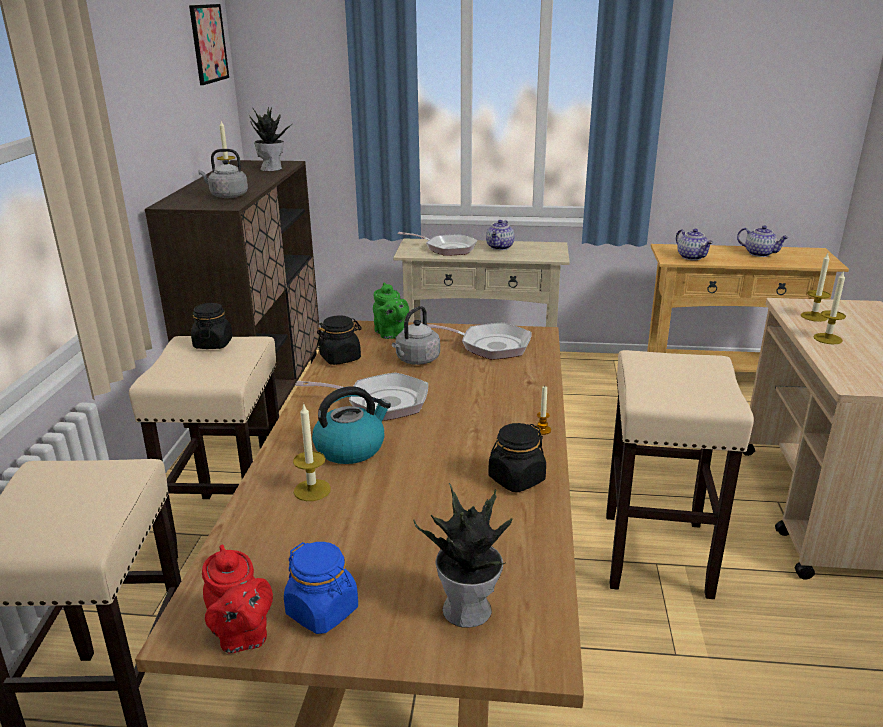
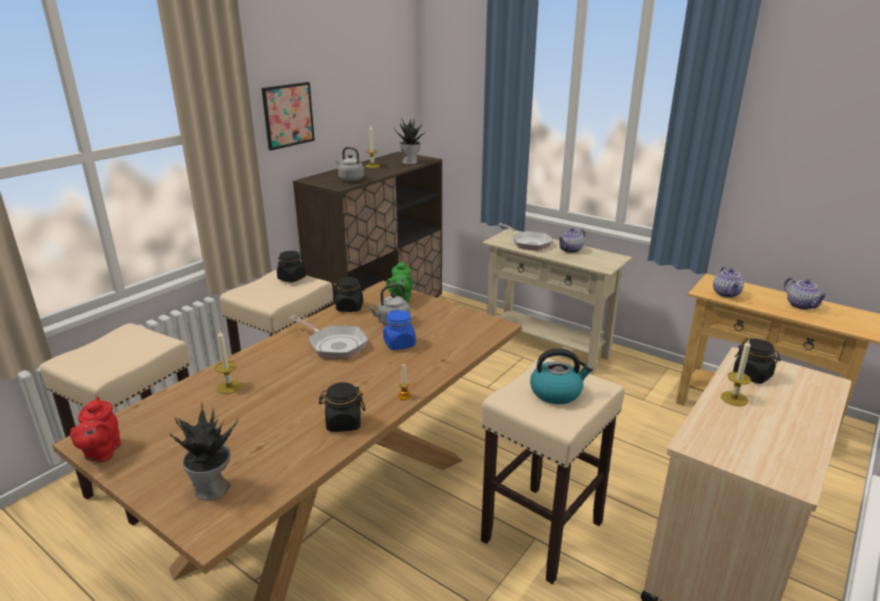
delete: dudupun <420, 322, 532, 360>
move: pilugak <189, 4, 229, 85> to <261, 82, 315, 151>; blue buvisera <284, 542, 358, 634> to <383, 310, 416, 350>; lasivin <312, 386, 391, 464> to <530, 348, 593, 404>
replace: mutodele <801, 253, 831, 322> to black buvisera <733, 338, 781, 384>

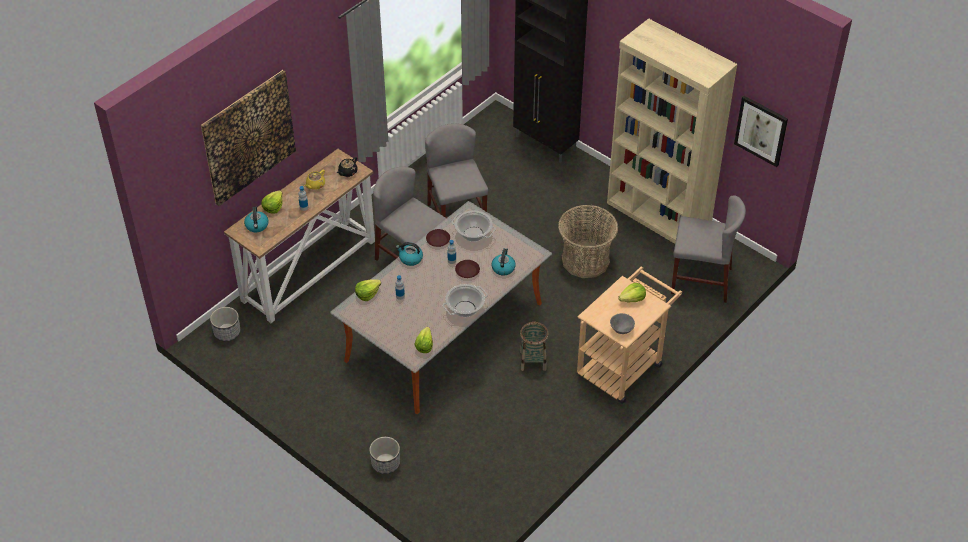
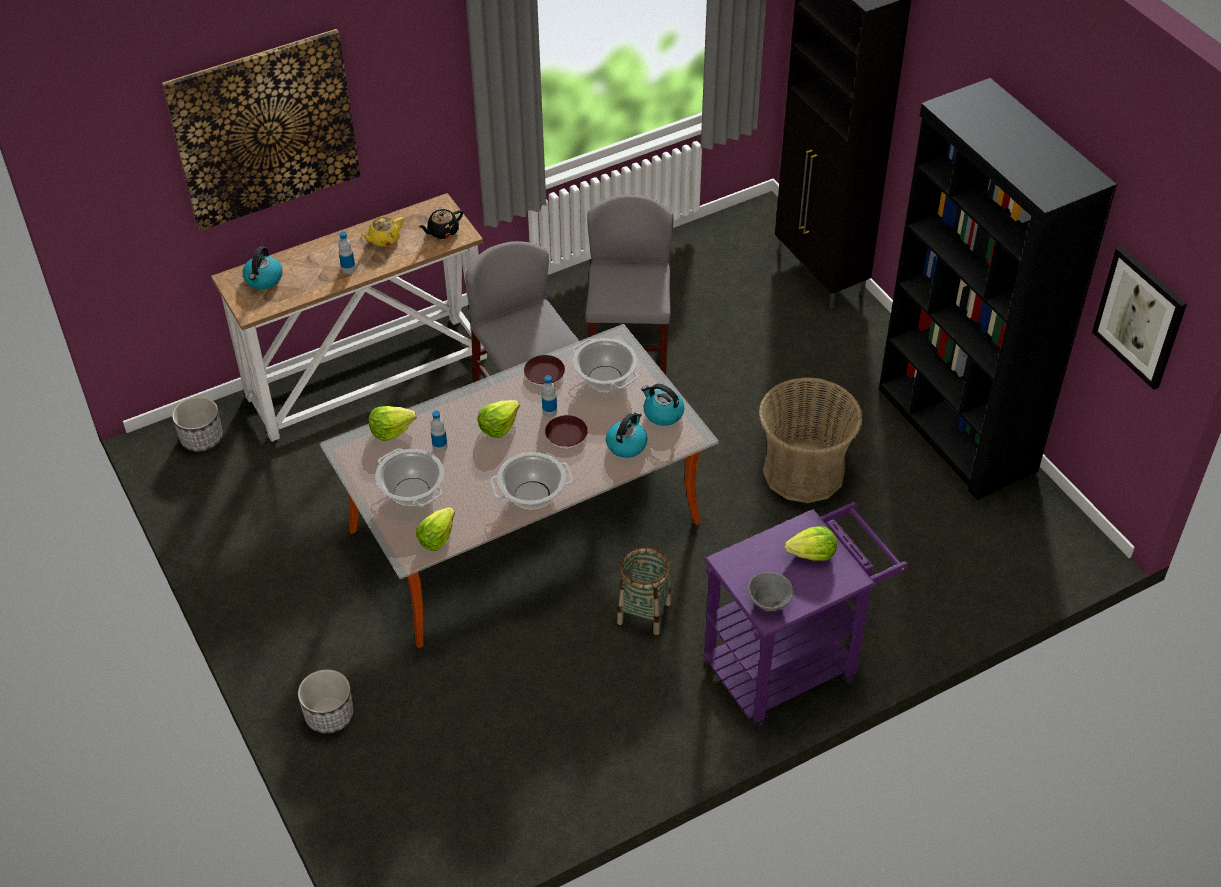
delete: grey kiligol <671, 195, 746, 303>
insert: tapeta <375, 448, 444, 507>
move: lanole <261, 190, 282, 214> to <477, 400, 520, 438>; lasivin <396, 242, 423, 266> to <641, 384, 684, 426>
recolor: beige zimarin <577, 267, 682, 404> to purple zimarin <703, 502, 908, 729>; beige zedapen <607, 18, 737, 244> to black zedapen <879, 78, 1117, 500>

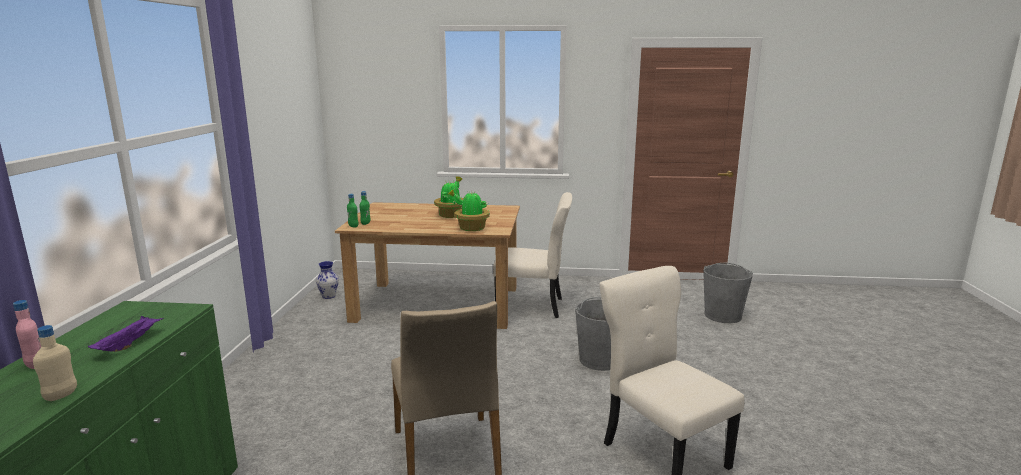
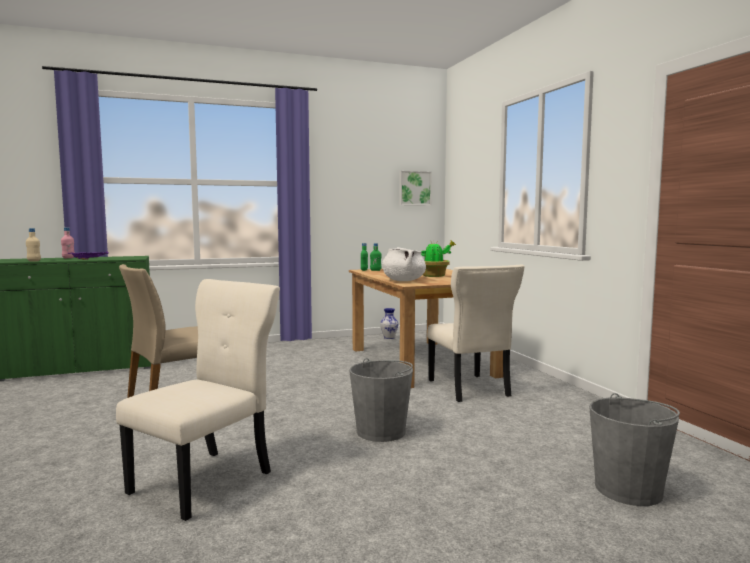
insert: pilugak <399, 171, 432, 205>
replace: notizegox <448, 189, 490, 231> to white tapeta <382, 247, 426, 281>

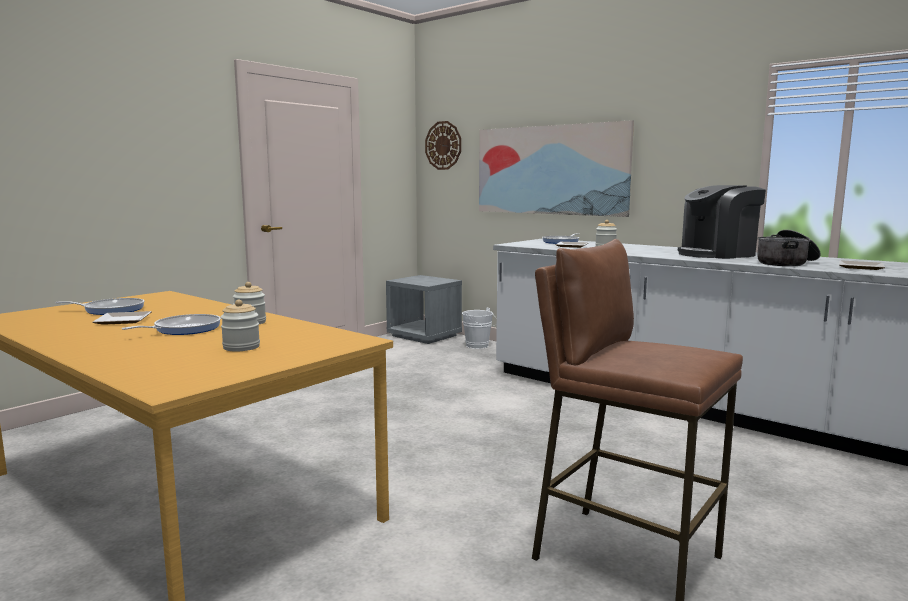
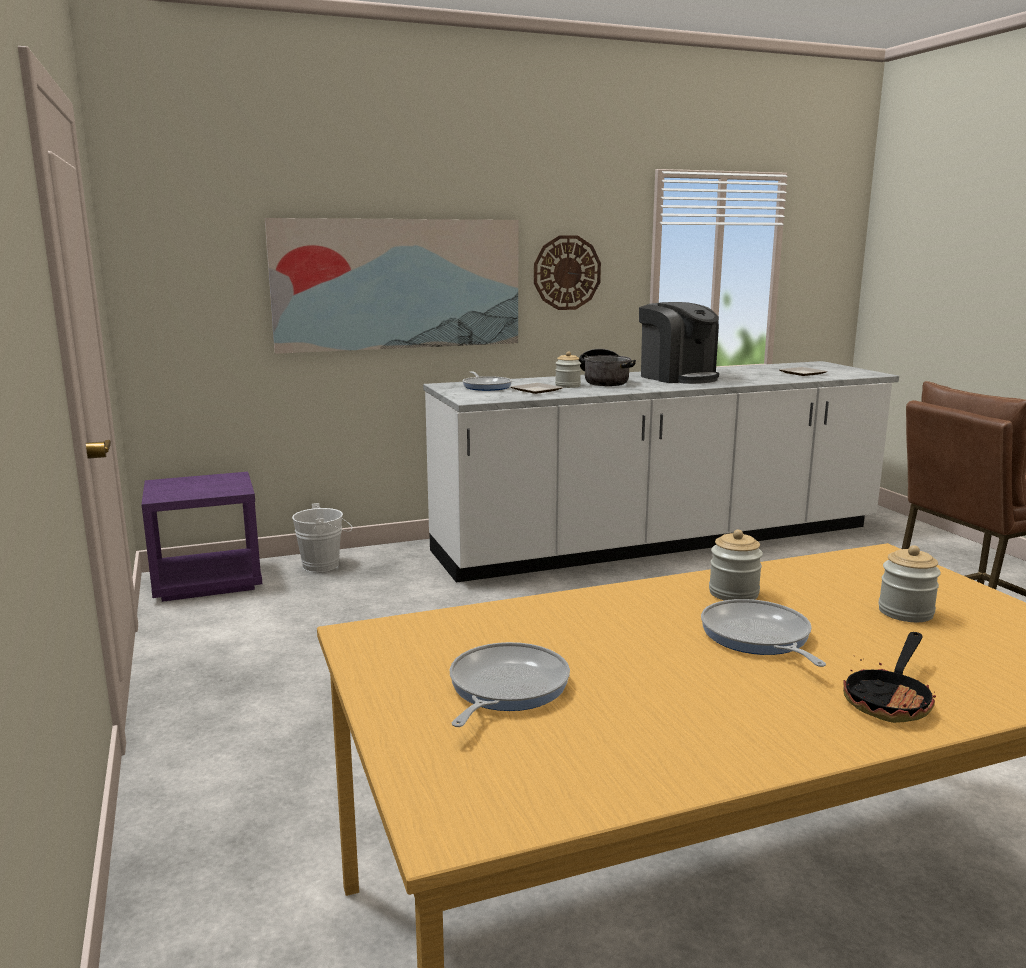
delete: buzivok <92, 311, 151, 325>
insert: dudupun <843, 632, 936, 723>
move: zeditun <425, 121, 461, 170> to <534, 235, 601, 310>; tapeta <757, 230, 820, 266> to <579, 349, 636, 386>
recolor: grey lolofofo <386, 275, 462, 344> to purple lolofofo <141, 472, 262, 602>
rotate: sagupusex <678, 185, 766, 259> = <639, 302, 719, 384> 45 degrees counterclockwise

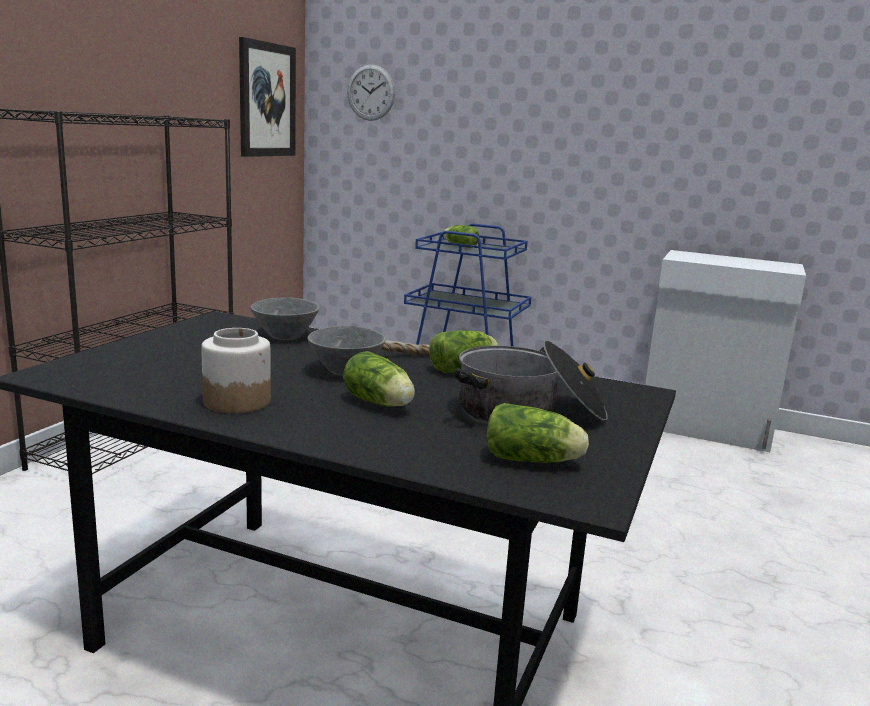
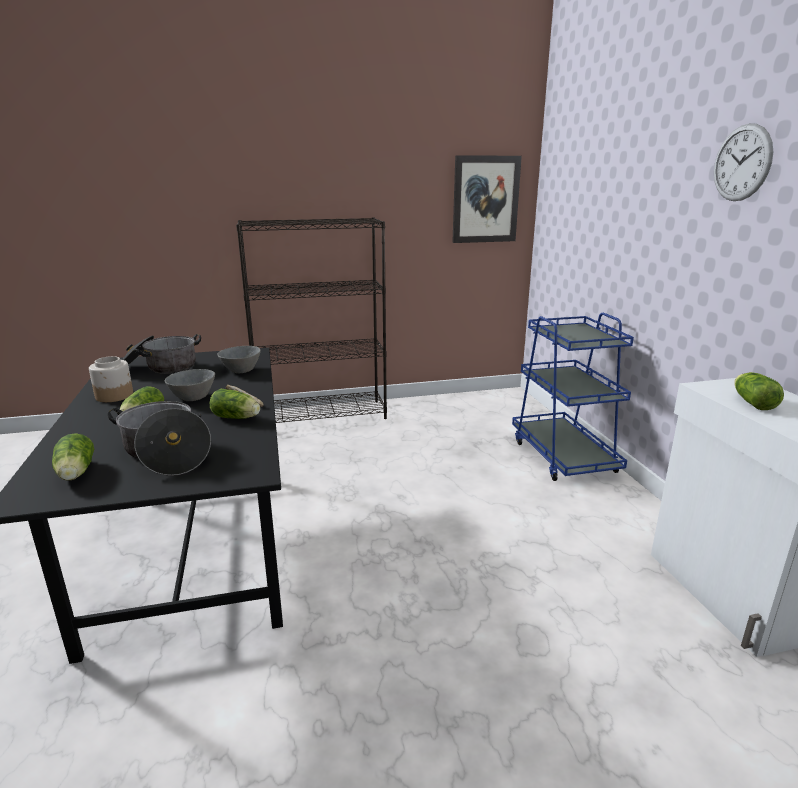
insert: tapeta <122, 334, 201, 374>
move: zeditun <347, 64, 395, 121> to <714, 123, 773, 201>; lanole <443, 225, 479, 248> to <734, 372, 784, 410>

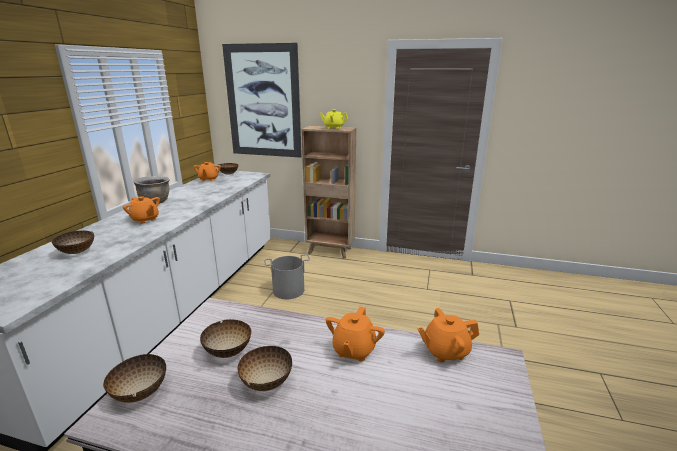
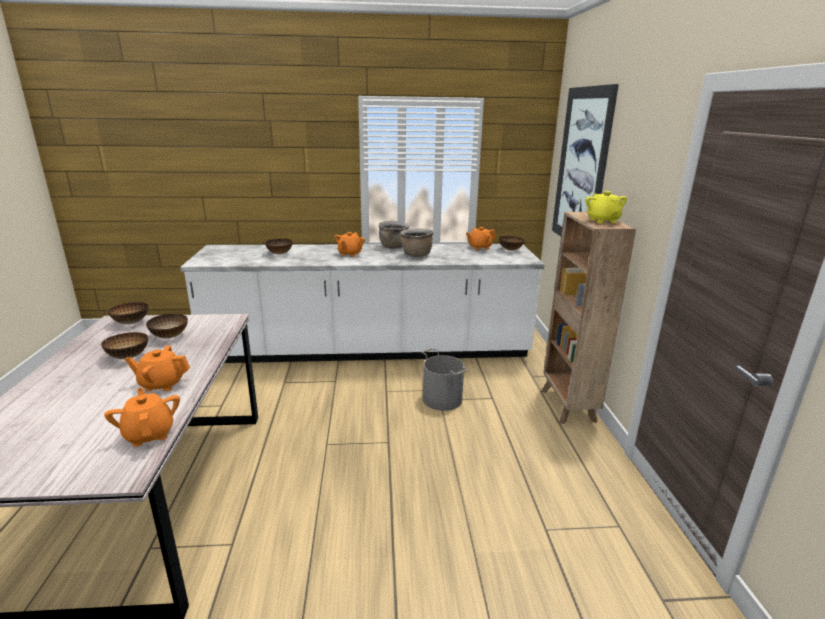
insert: brown tapeta <400, 228, 434, 257>

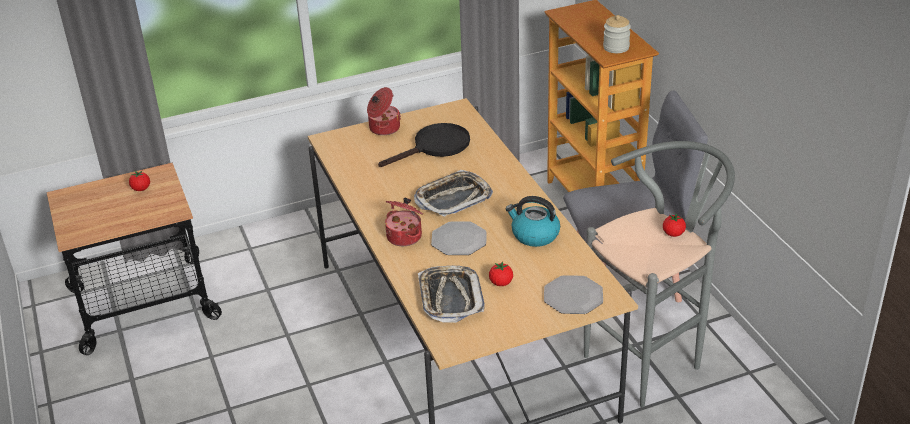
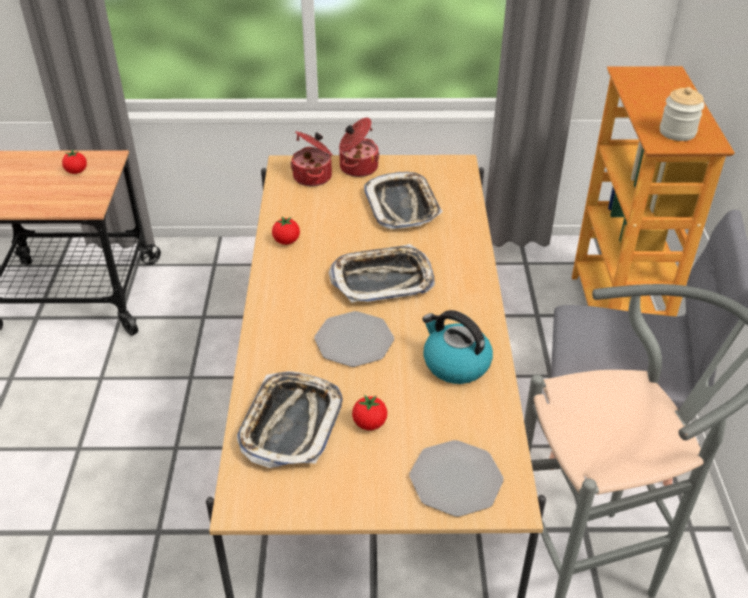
move: tapeta <385, 198, 423, 246> to <290, 131, 333, 186>; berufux <663, 213, 686, 237> to <272, 216, 300, 245>
replace: black dudupun <378, 123, 470, 167> to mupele <364, 172, 443, 229>

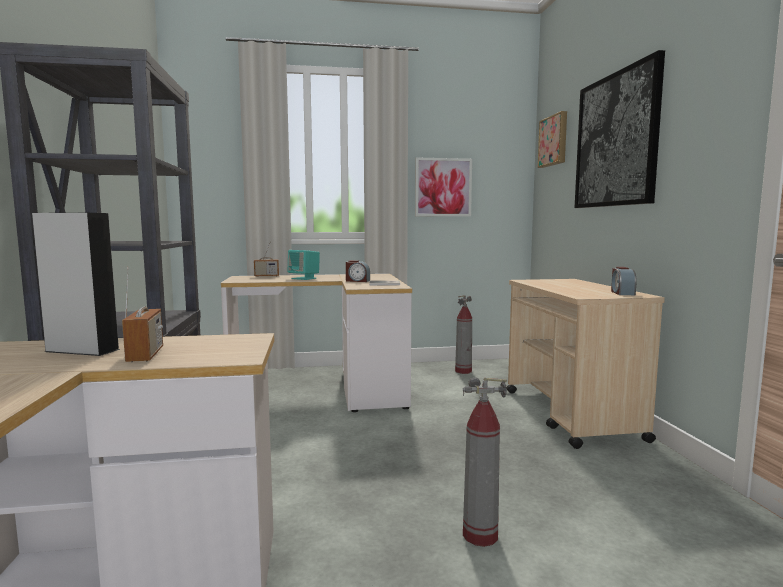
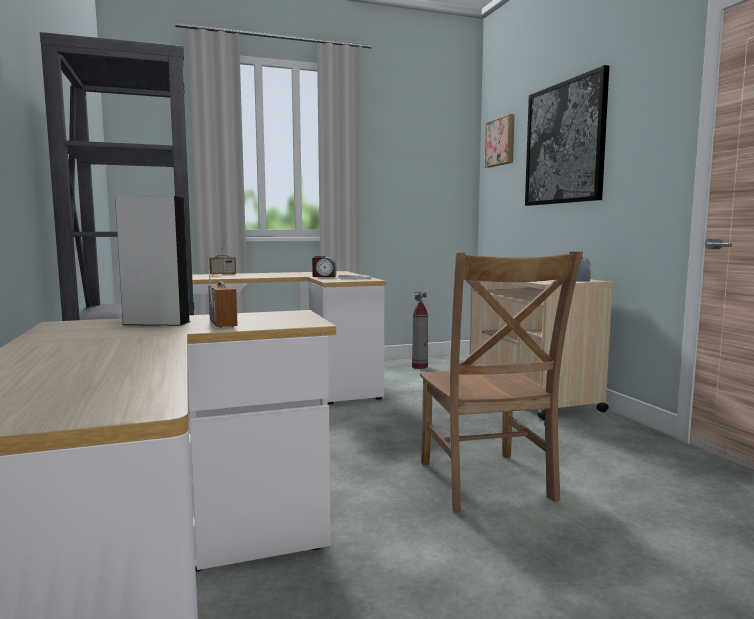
delete: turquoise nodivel <288, 250, 320, 280>; pilugak <415, 158, 472, 217>
replace: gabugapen <463, 377, 507, 547> to brown kiligol <420, 251, 583, 512>

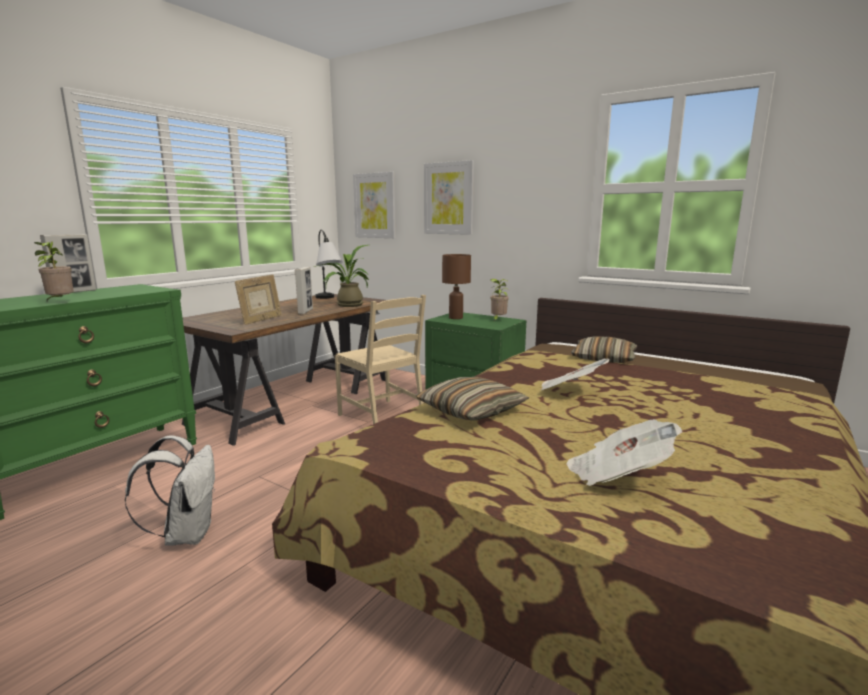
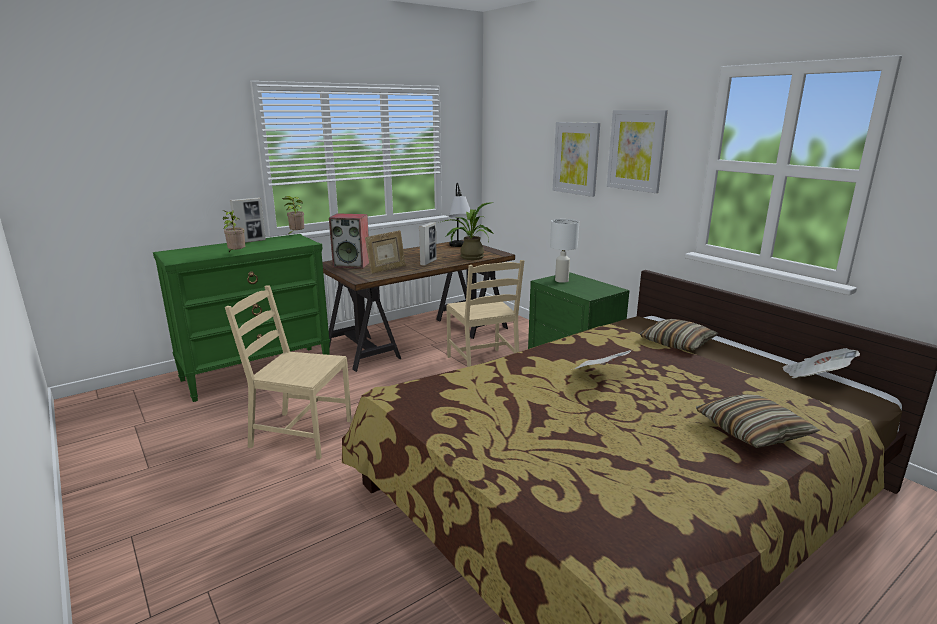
insert: nodivel <329, 213, 369, 269>
move: pilugak <353, 172, 396, 238> to <607, 110, 668, 193>; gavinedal <416, 377, 529, 420> to <696, 394, 820, 448>; notizegox <490, 279, 509, 321> to <282, 196, 304, 236>; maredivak <566, 419, 682, 486> to <783, 348, 860, 378>
replace: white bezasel <125, 436, 215, 546> to beige kiligol <225, 285, 352, 459>
recolor: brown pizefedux <442, 254, 471, 319> to white pizefedux <550, 219, 579, 283>

